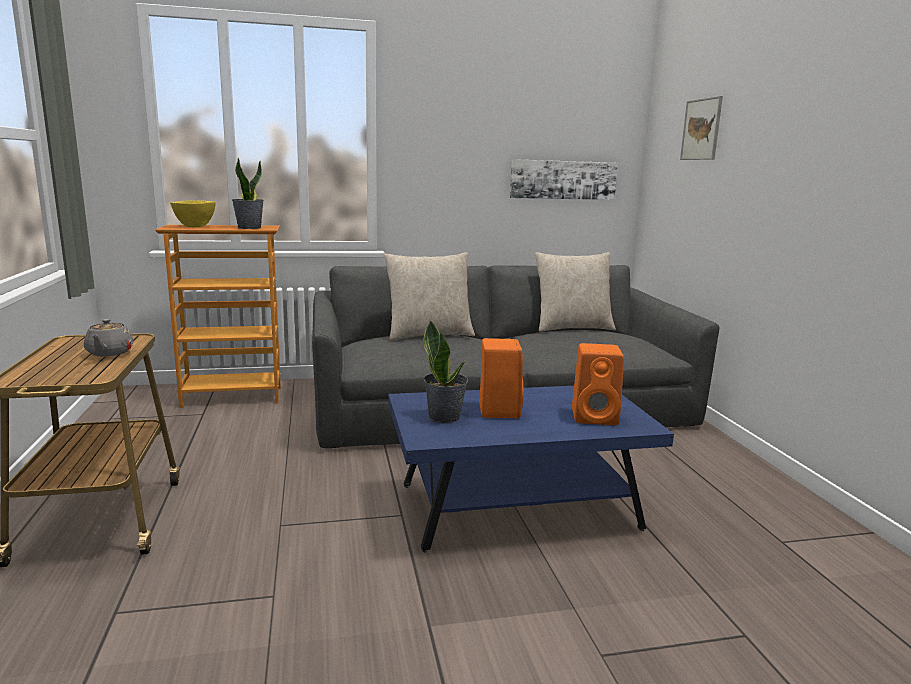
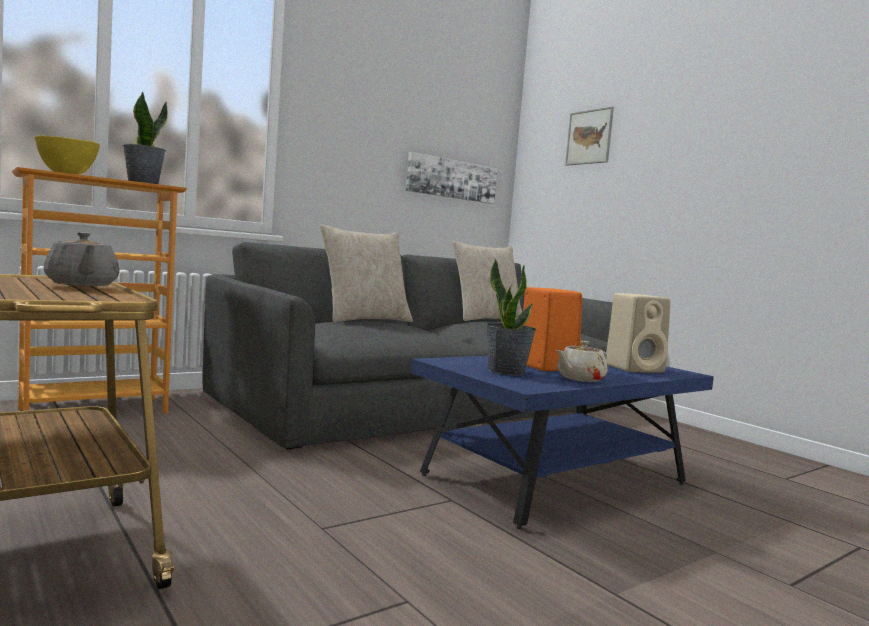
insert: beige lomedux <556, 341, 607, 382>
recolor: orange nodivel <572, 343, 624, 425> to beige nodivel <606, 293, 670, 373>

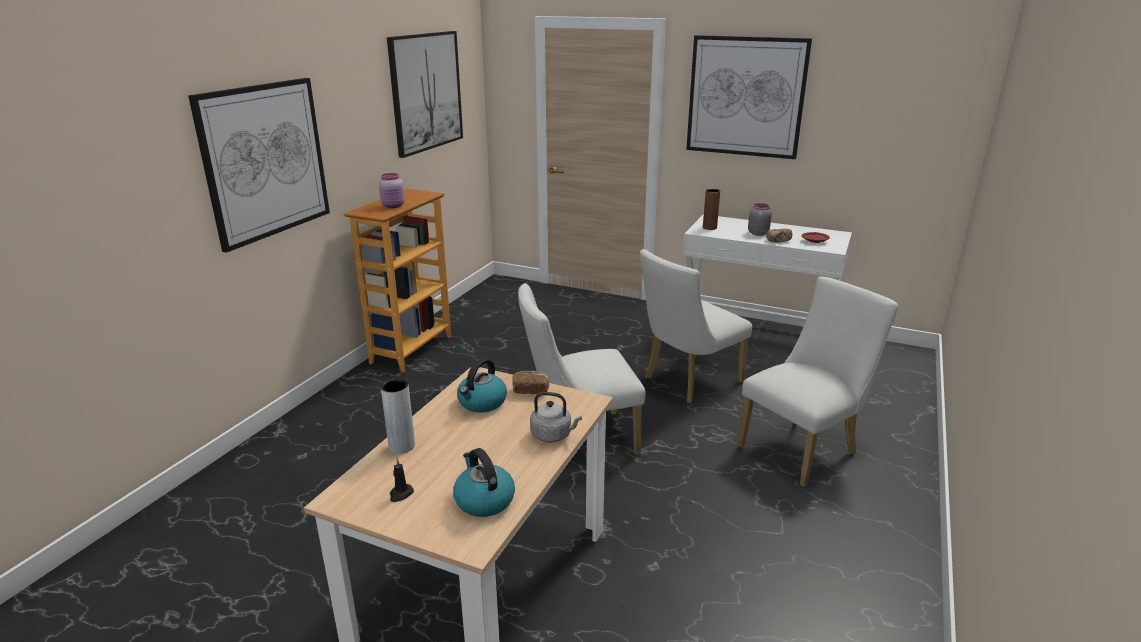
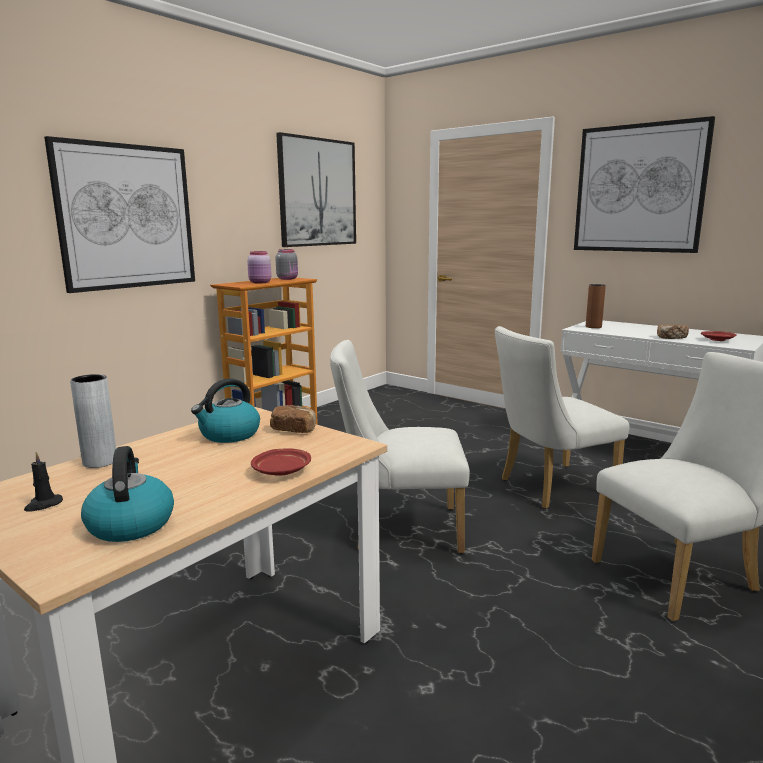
move: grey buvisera <748, 203, 772, 236> to <275, 249, 298, 280>
replace: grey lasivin <530, 392, 582, 443> to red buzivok <251, 448, 311, 476>

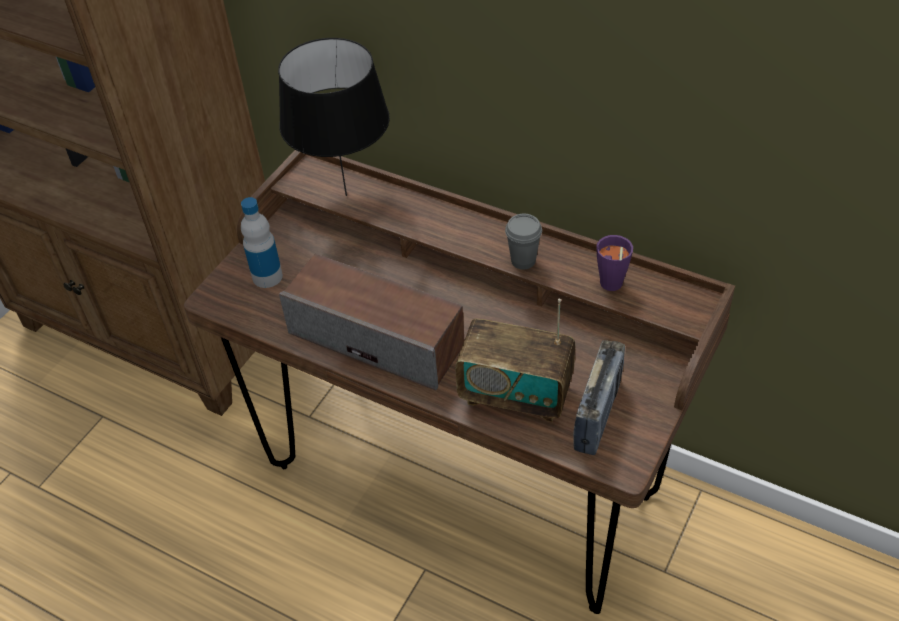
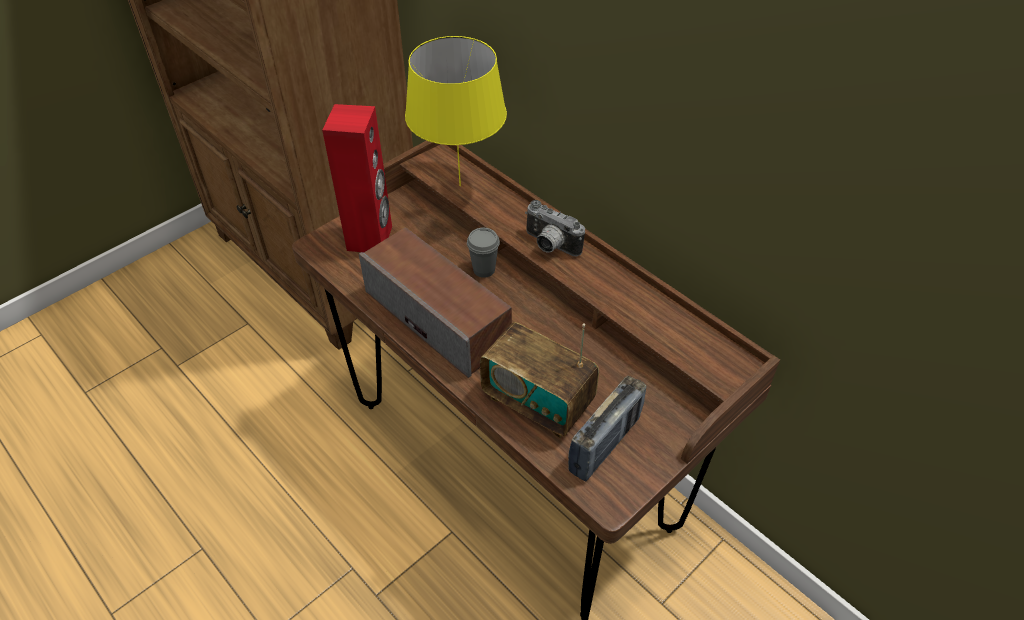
delete: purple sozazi <596, 235, 633, 291>
insert: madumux <525, 200, 585, 256>
move: grey sozazi <505, 214, 542, 270> to <467, 228, 500, 278>
replace: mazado <241, 197, 283, 288> to red nodivel <322, 104, 392, 252>
recolor: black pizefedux <278, 38, 390, 196> to yellow pizefedux <405, 36, 507, 186>

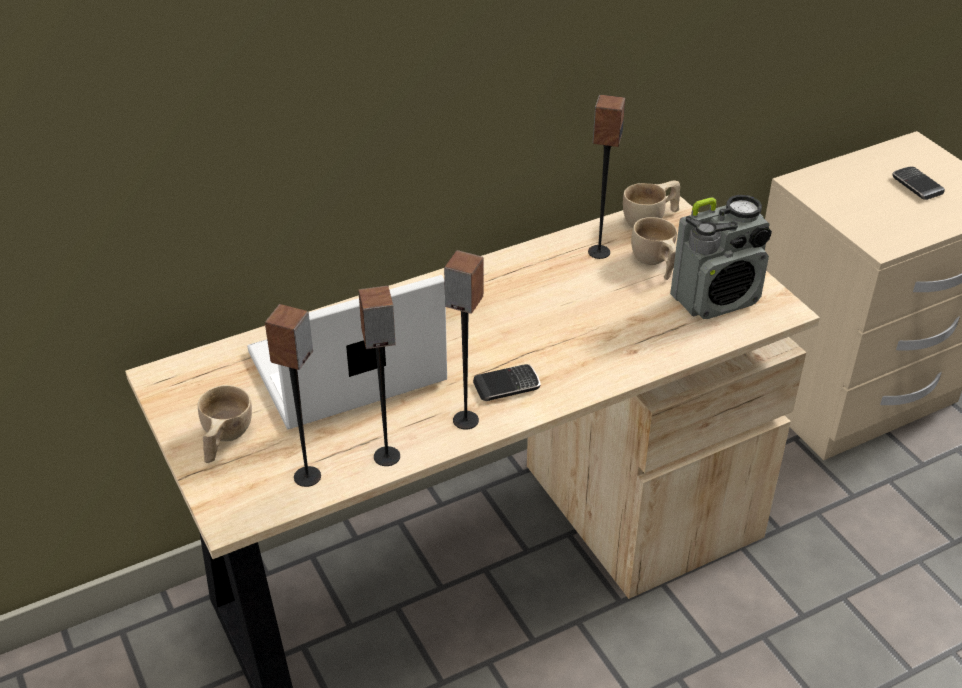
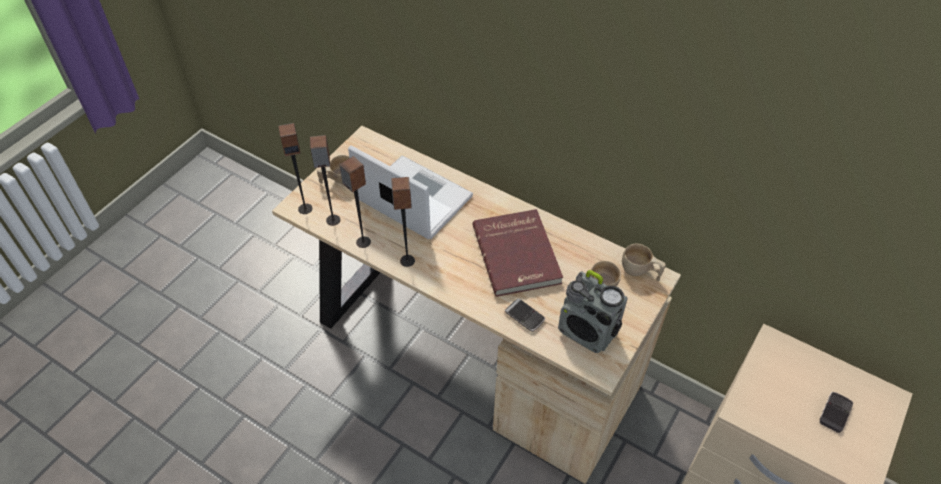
insert: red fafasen <473, 209, 563, 297>
move: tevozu <473, 364, 540, 401> to <504, 298, 545, 332>; nodivel <588, 95, 625, 259> to <278, 123, 312, 214>

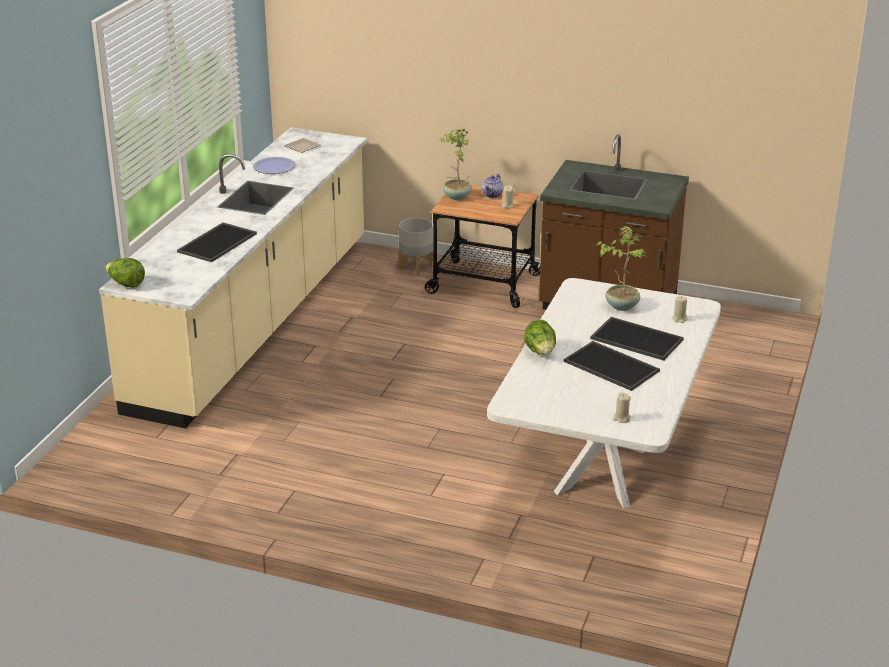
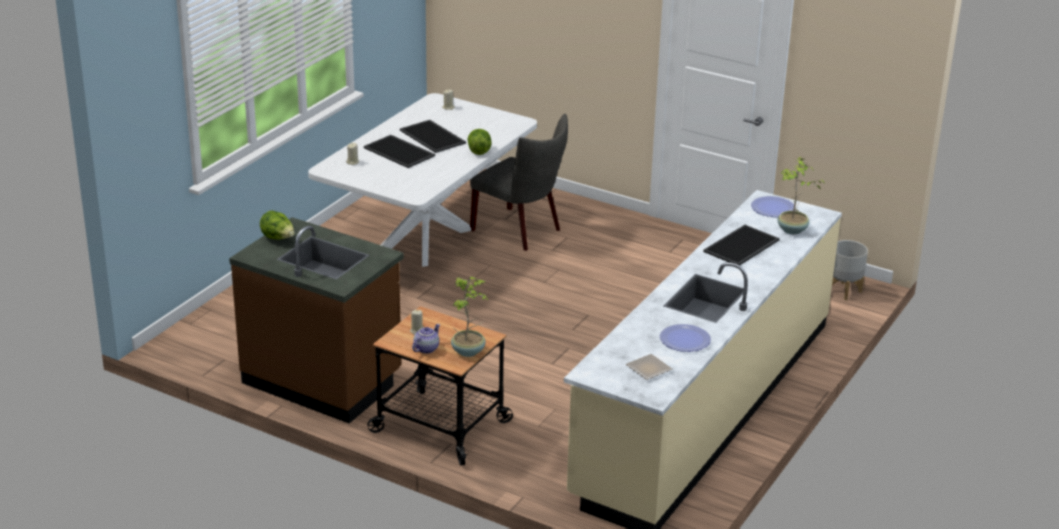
insert: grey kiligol <470, 114, 568, 251>; buzivok <751, 196, 796, 217>
move: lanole <105, 258, 145, 288> to <260, 210, 295, 240>; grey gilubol <399, 218, 434, 276> to <832, 240, 868, 300>; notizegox <596, 226, 647, 311> to <777, 157, 825, 234>

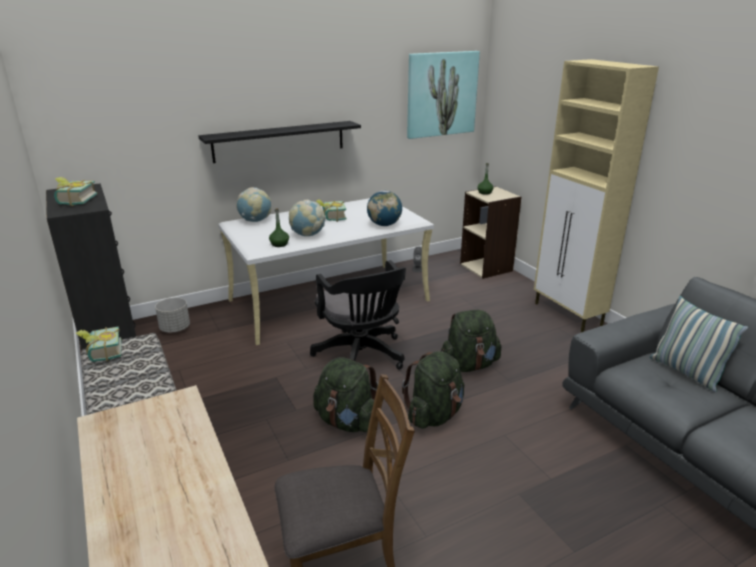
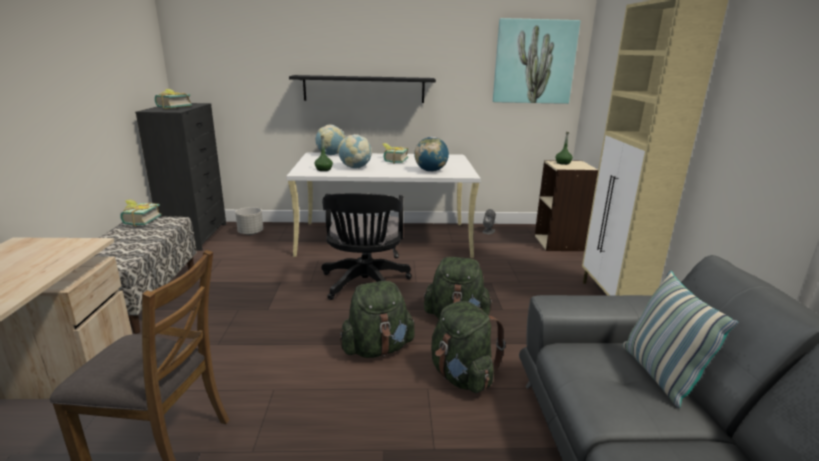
move: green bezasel <313, 357, 378, 432> to <431, 301, 505, 393>

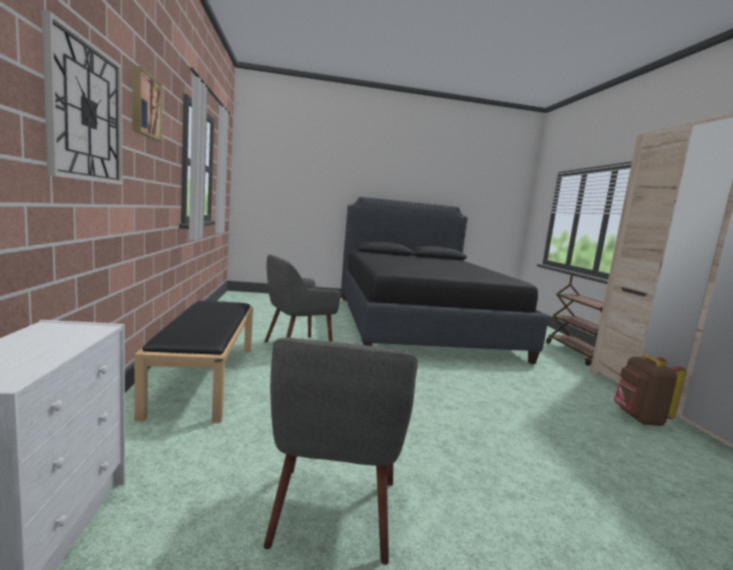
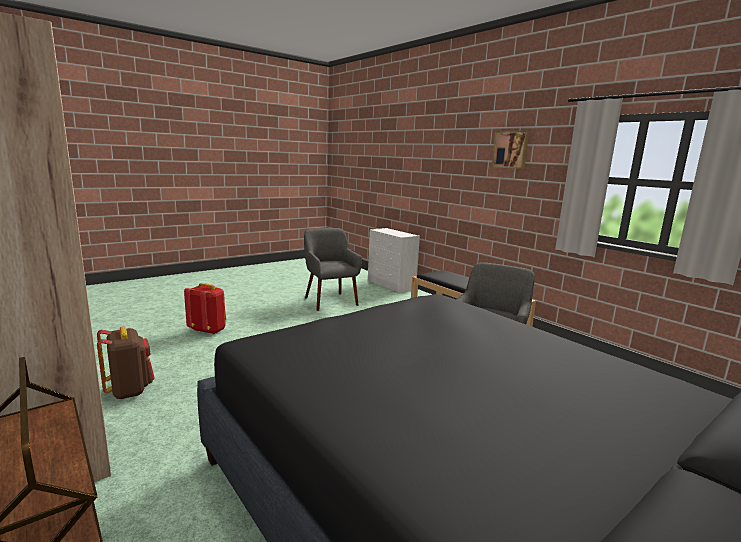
delete: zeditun <41, 9, 122, 185>
insert: red bezasel <184, 283, 226, 335>

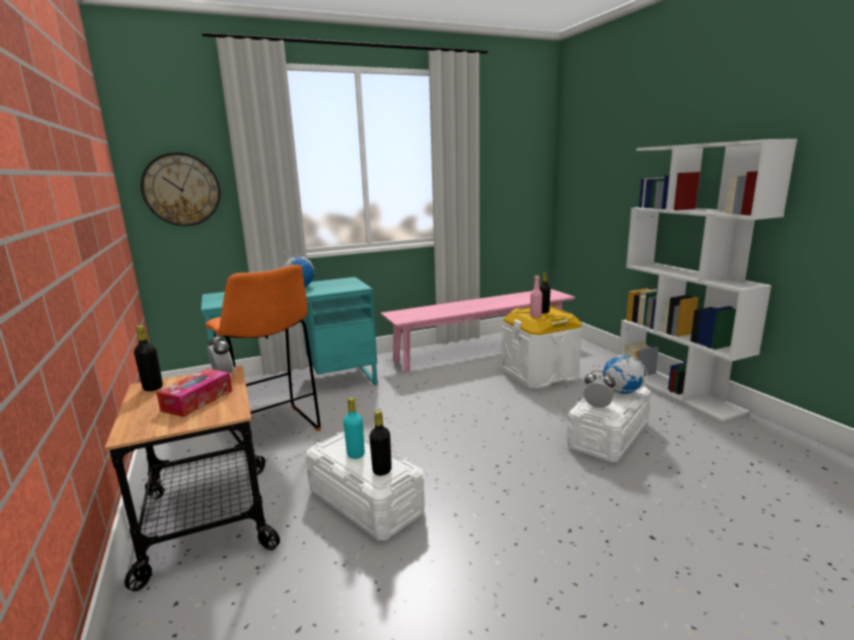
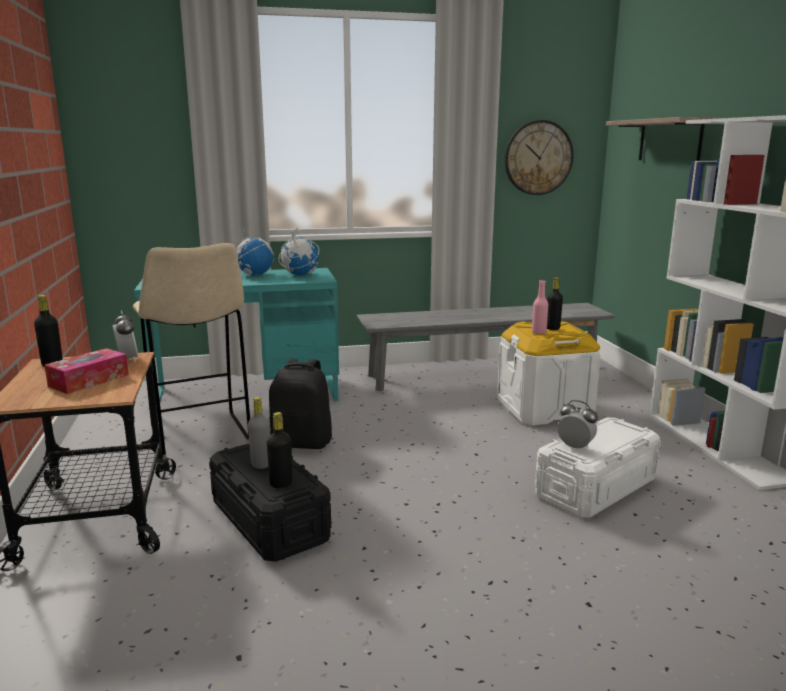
insert: black bezasel <269, 359, 332, 449>; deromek <606, 117, 716, 161>
move: zeditun <141, 152, 220, 226> to <504, 120, 574, 195>; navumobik <601, 352, 648, 394> to <279, 228, 319, 276>
recolor: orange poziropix <205, 265, 321, 453> to beige poziropix <133, 243, 250, 458>; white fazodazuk <306, 432, 425, 540> to black fazodazuk <209, 444, 331, 562>; turquoise mazado <343, 397, 365, 459> to grey mazado <248, 397, 270, 469>; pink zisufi <381, 289, 575, 373> to grey zisufi <357, 303, 615, 391>

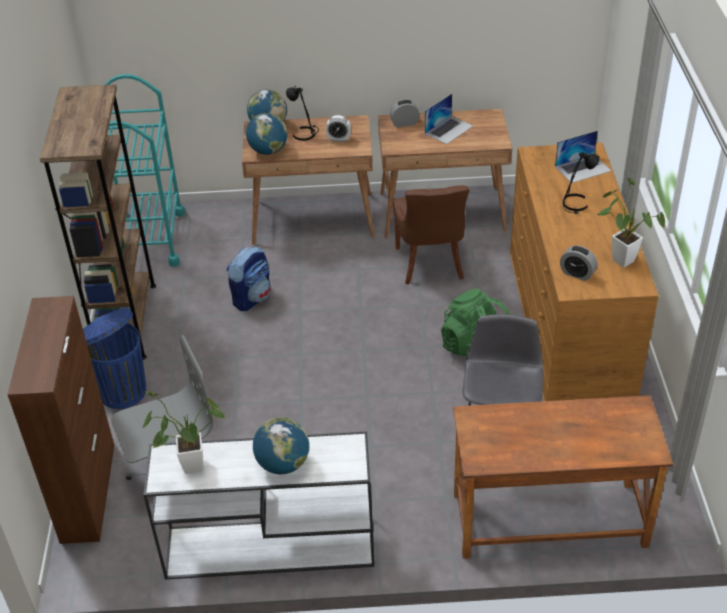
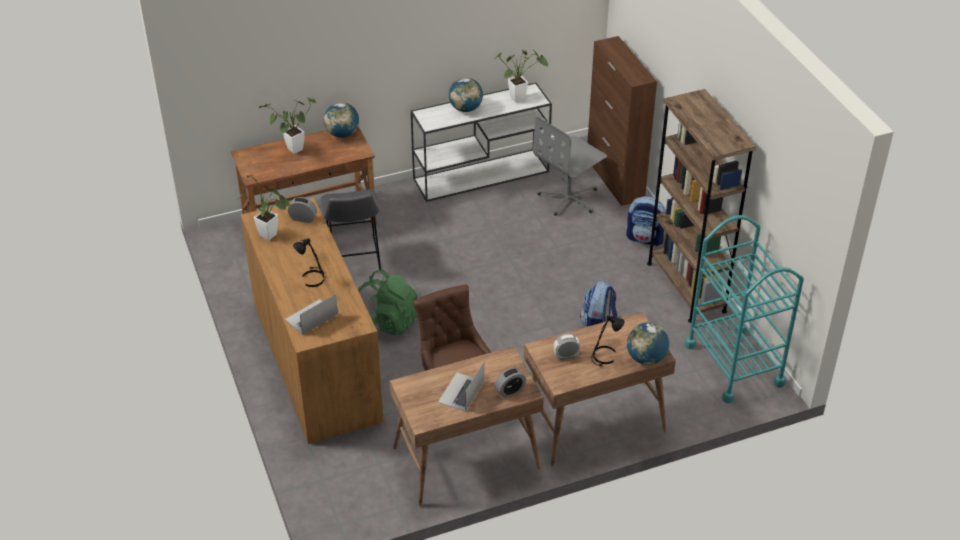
insert: notizegox <259, 98, 316, 154>
move: navumobik <246, 113, 287, 155> to <324, 102, 359, 138>
replace: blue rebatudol <83, 308, 146, 409> to bezasel <626, 196, 666, 246>

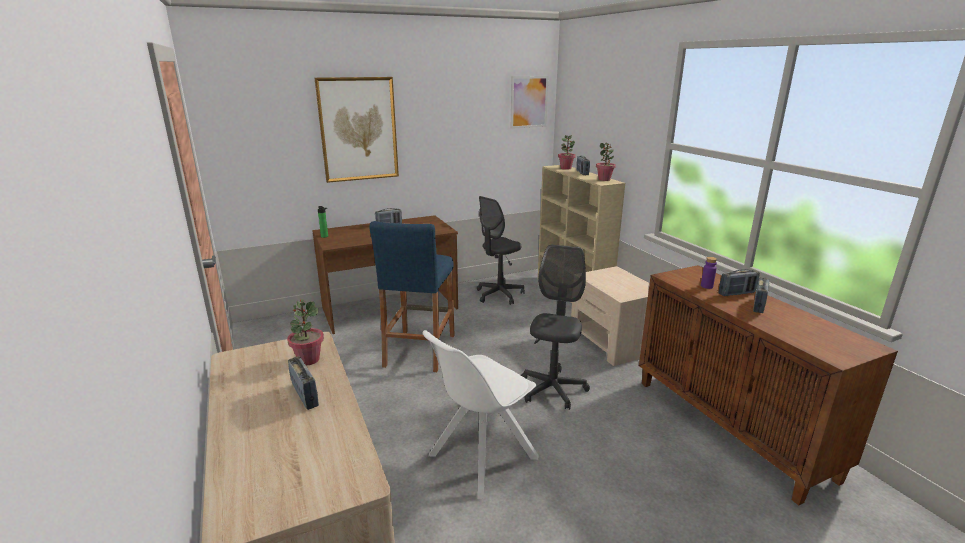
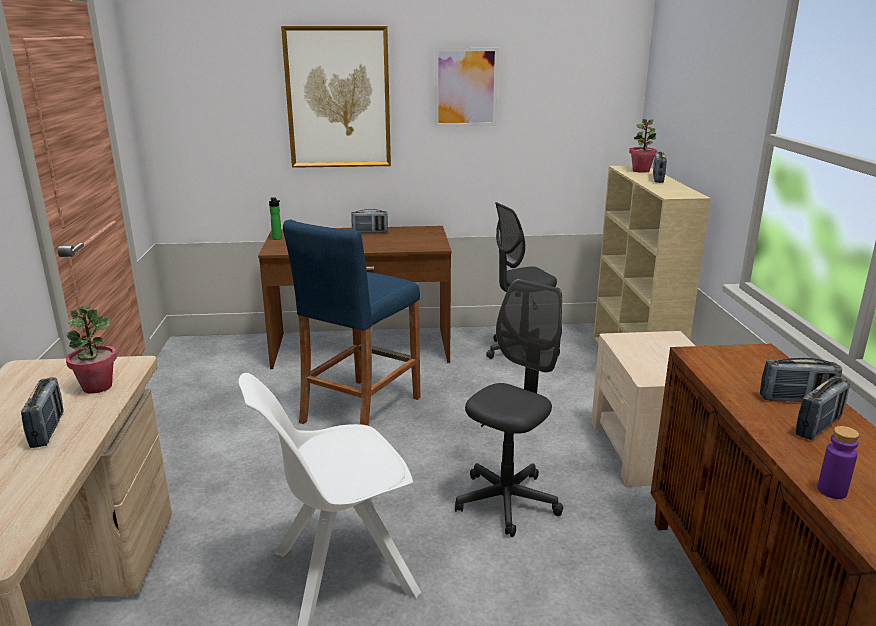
delete: notizegox <596, 143, 616, 181>
move: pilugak <511, 76, 549, 129> to <435, 48, 499, 127>; purple mazado <701, 257, 717, 289> to <817, 426, 859, 499>

